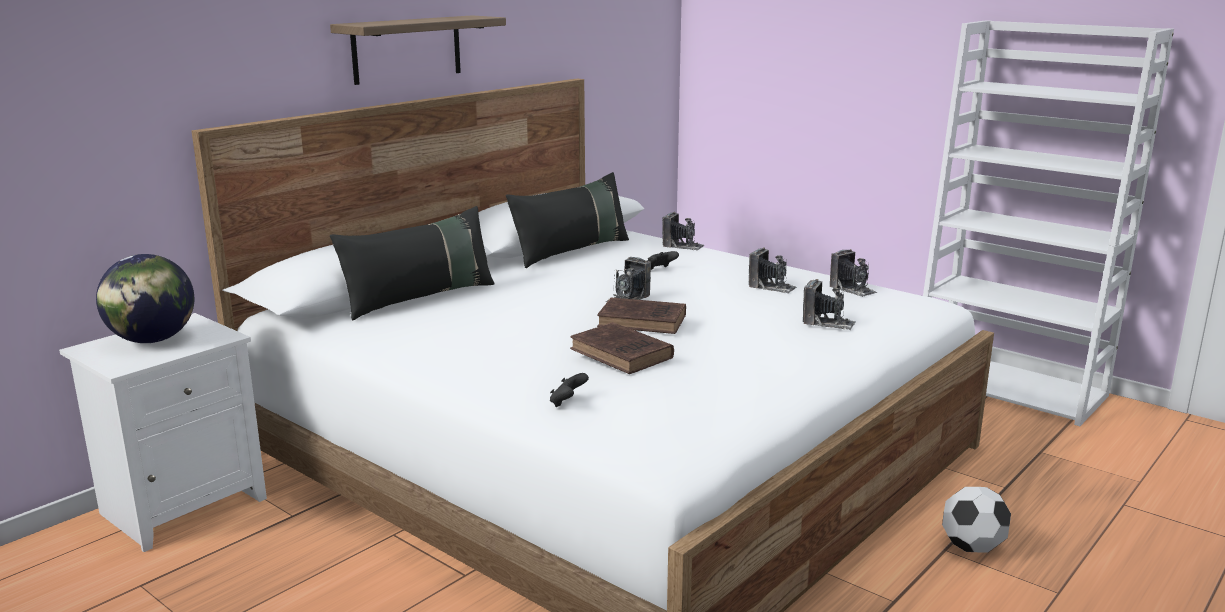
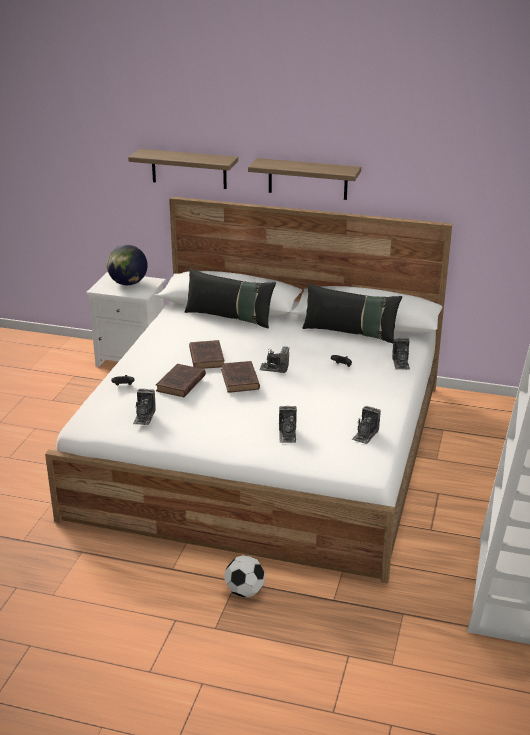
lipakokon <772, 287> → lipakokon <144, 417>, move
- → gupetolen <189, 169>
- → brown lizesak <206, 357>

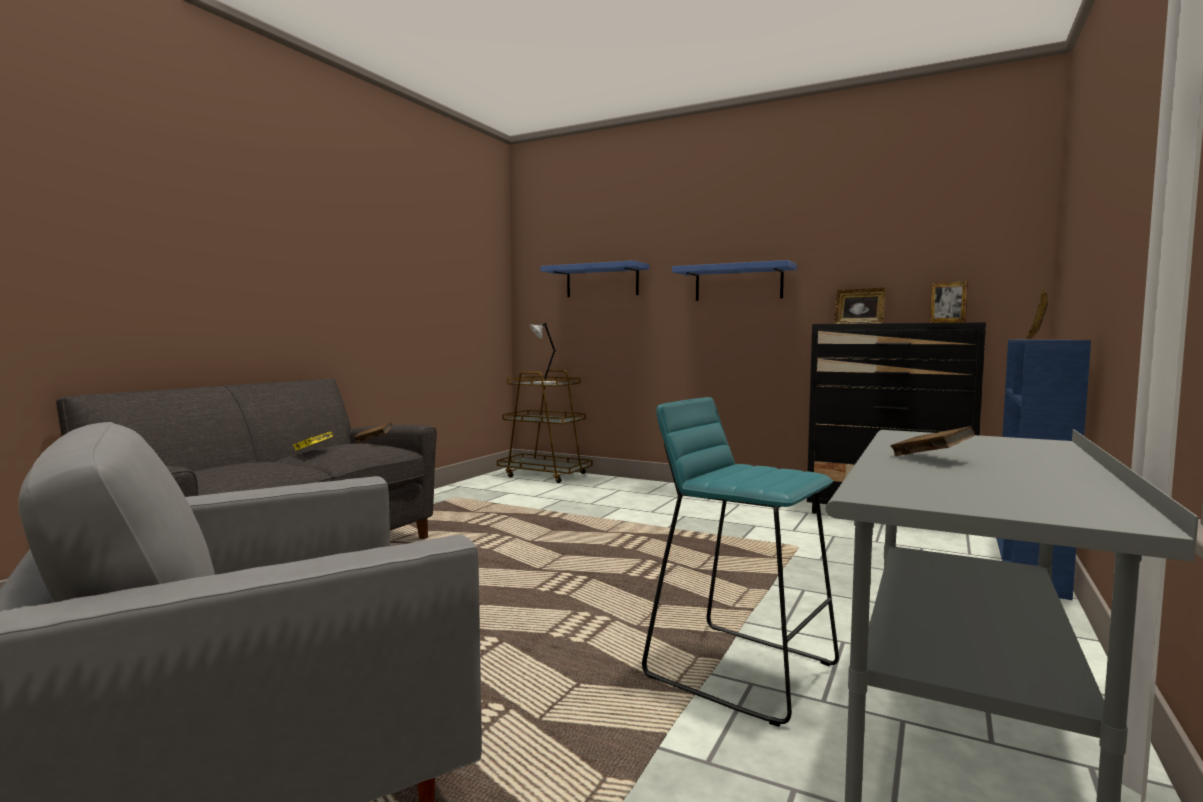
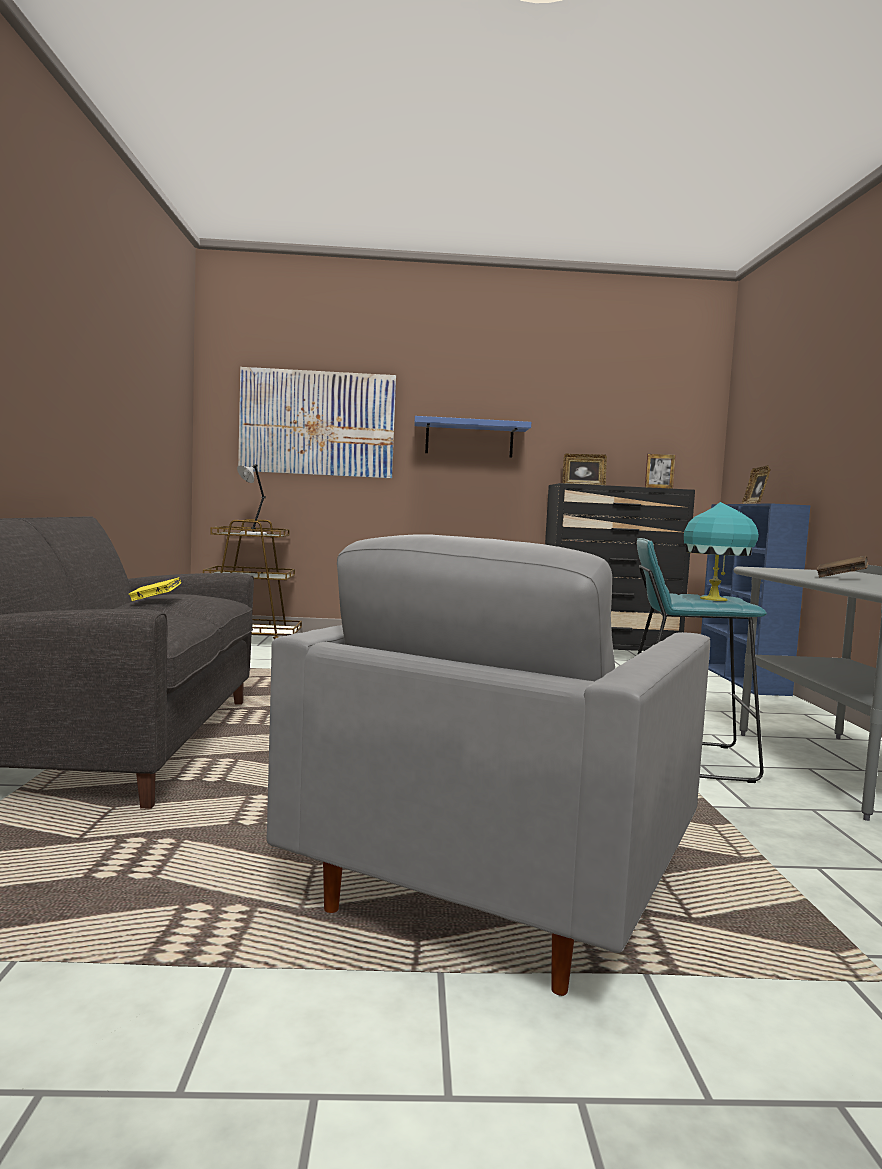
blue gupetolen <602, 281> → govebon <317, 423>
brown lizesak <373, 441> → -
- → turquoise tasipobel <715, 599>

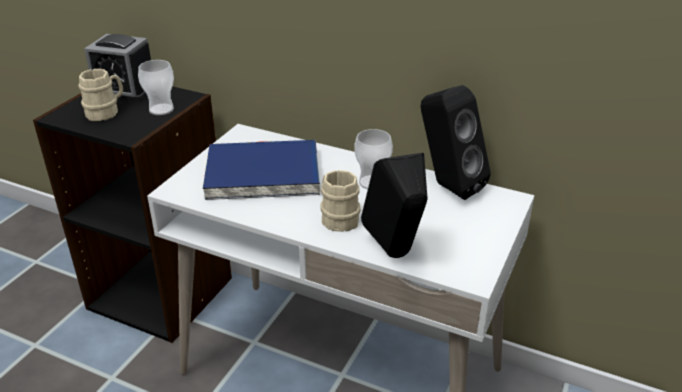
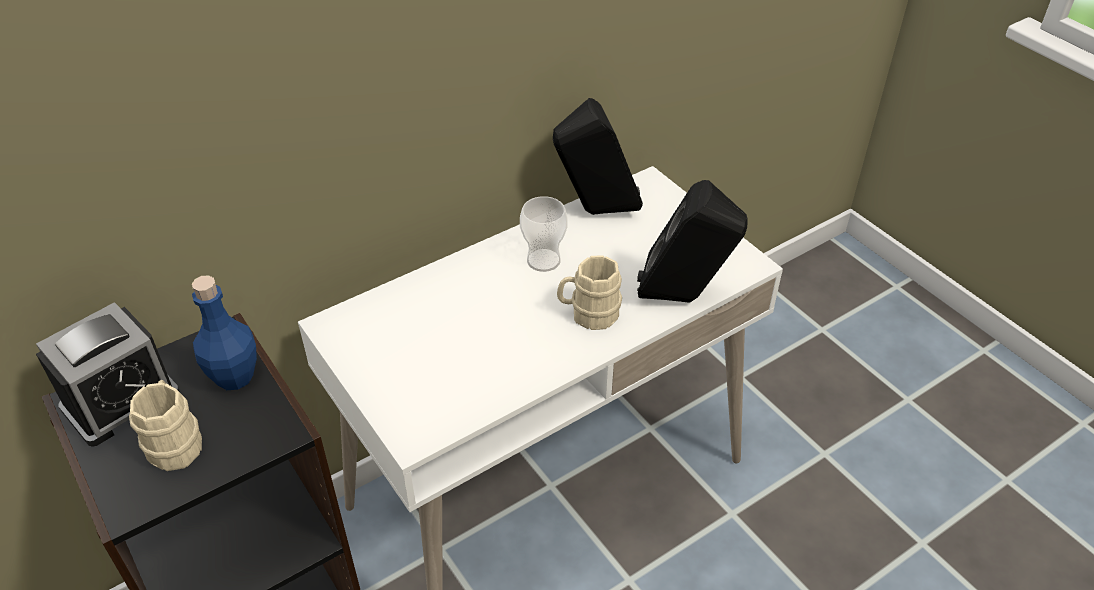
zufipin <161, 109> → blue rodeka <234, 376>
blue lizesak <263, 174> → -

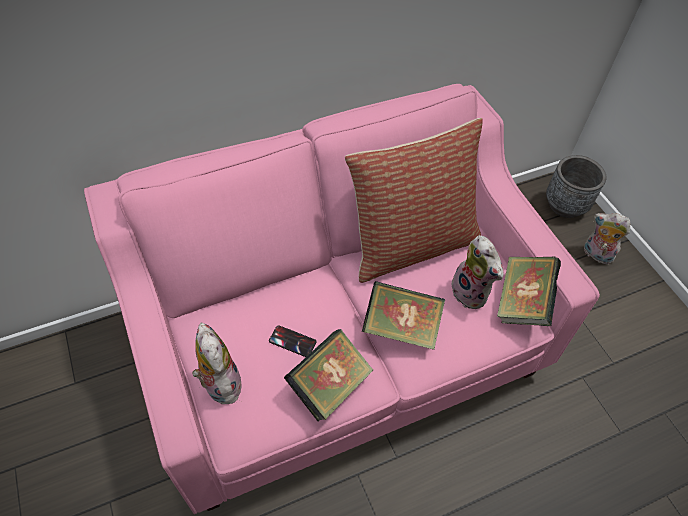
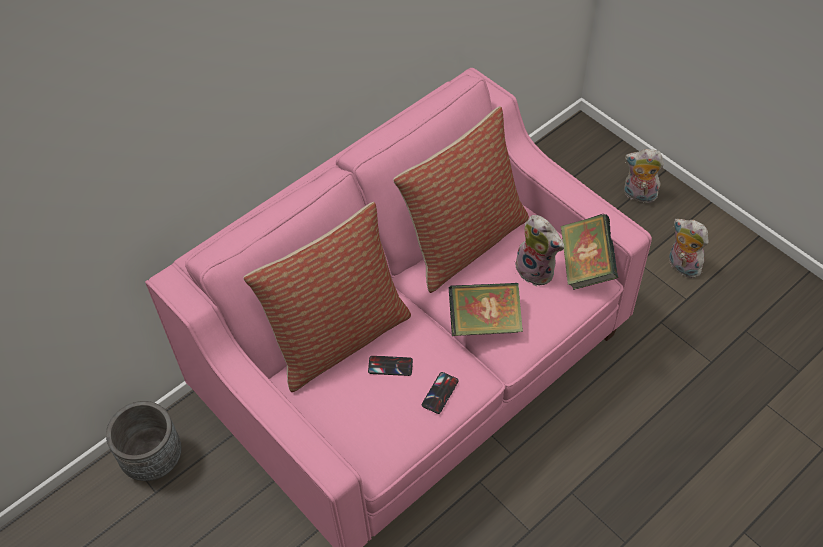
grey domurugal <565, 205> → grey domurugal <154, 459>, move
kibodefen <219, 383> → kibodefen <681, 266>, move
lizesak <329, 385> → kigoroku <440, 393>
- → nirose <338, 336>

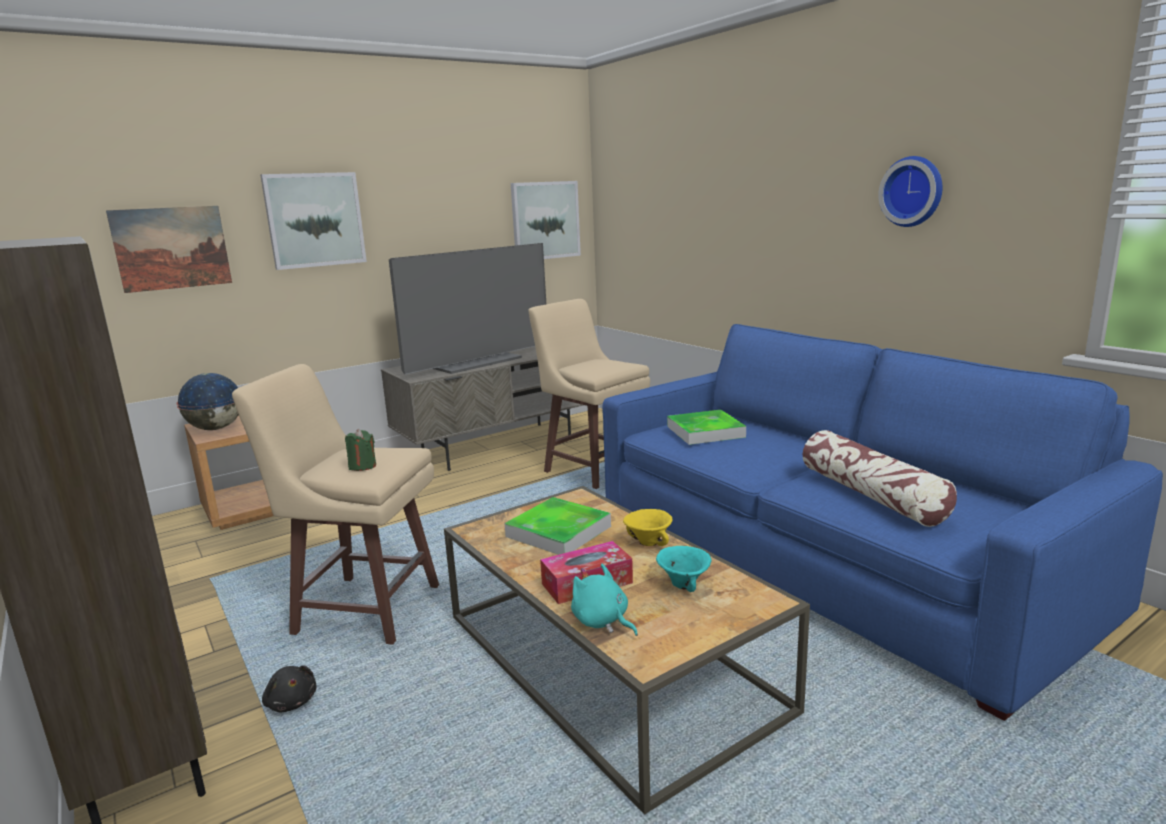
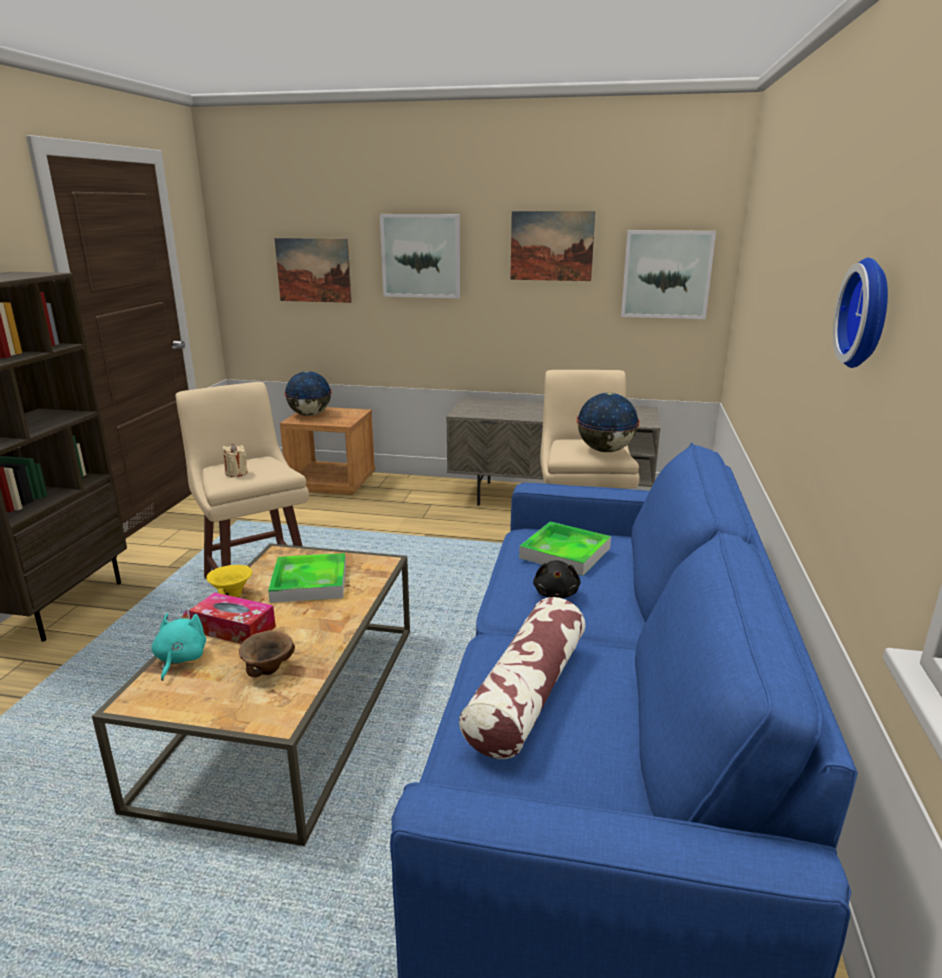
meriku <476, 362> → -
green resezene <362, 466> → beige resezene <236, 473>
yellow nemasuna <649, 543> → yellow nemasuna <232, 596>, move
turquoise nemasuna <682, 585> → brown nemasuna <269, 669>
black kibodefen <291, 702> → black kibodefen <556, 593>, move
- → govebon <551, 246>
- → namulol <605, 450>

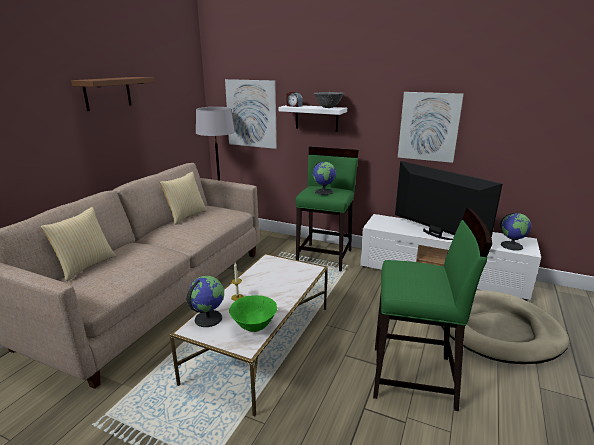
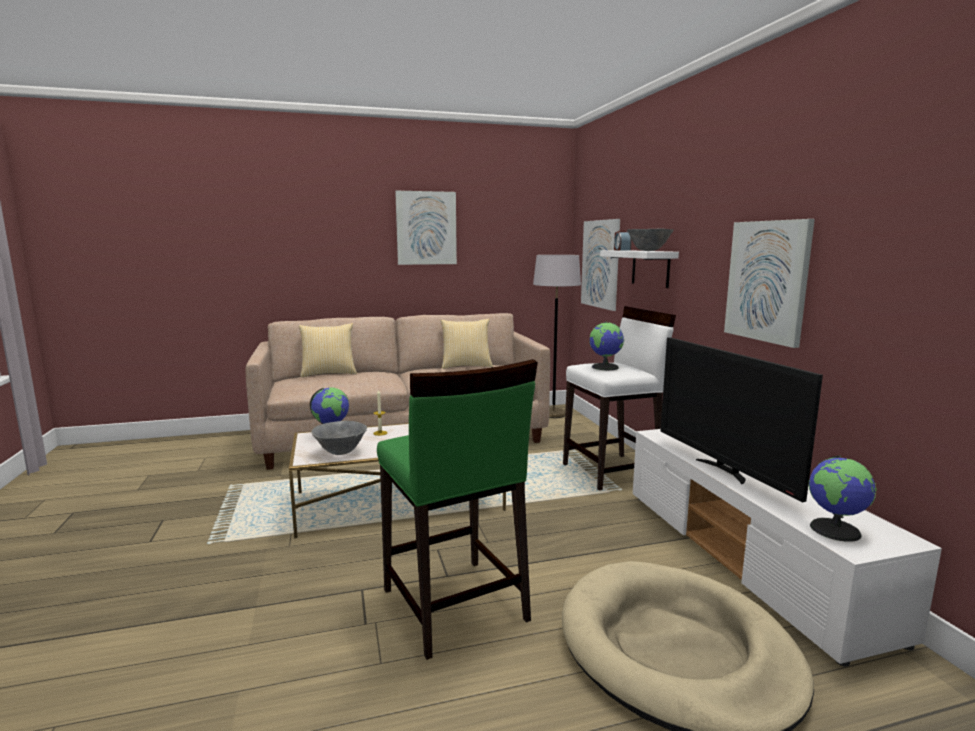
brown gupetolen <107, 93> → govebon <426, 228>
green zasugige <325, 257> → white zasugige <613, 472>
meriku <436, 235> → meriku <724, 470>, 150 degrees clockwise
green nemasuna <254, 327> → grey nemasuna <341, 452>

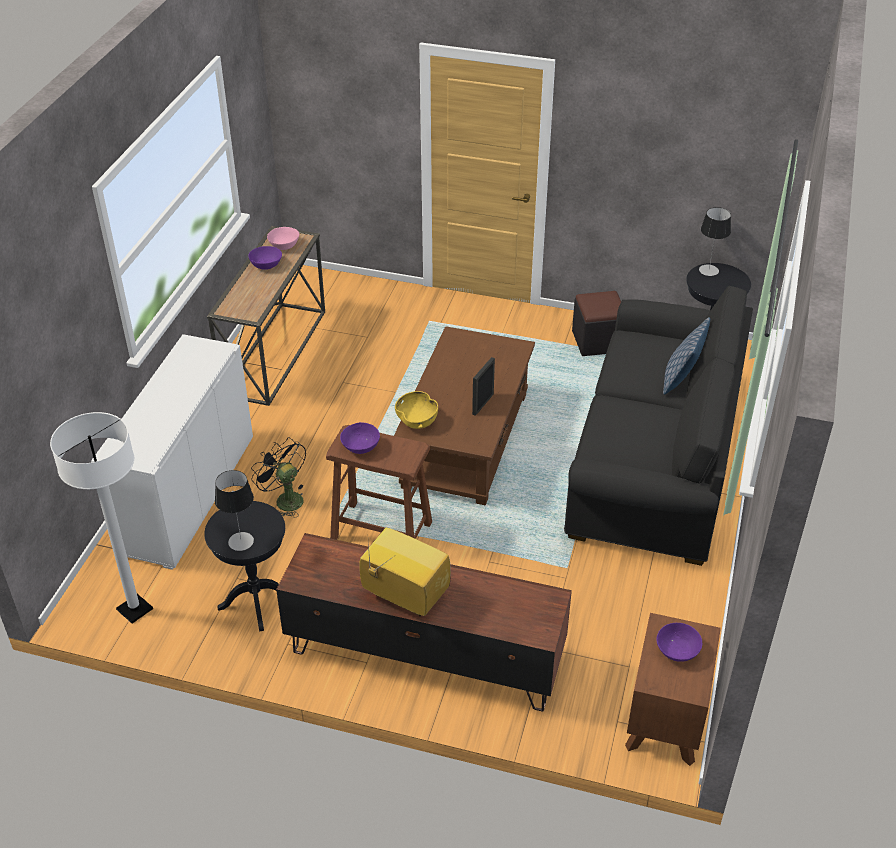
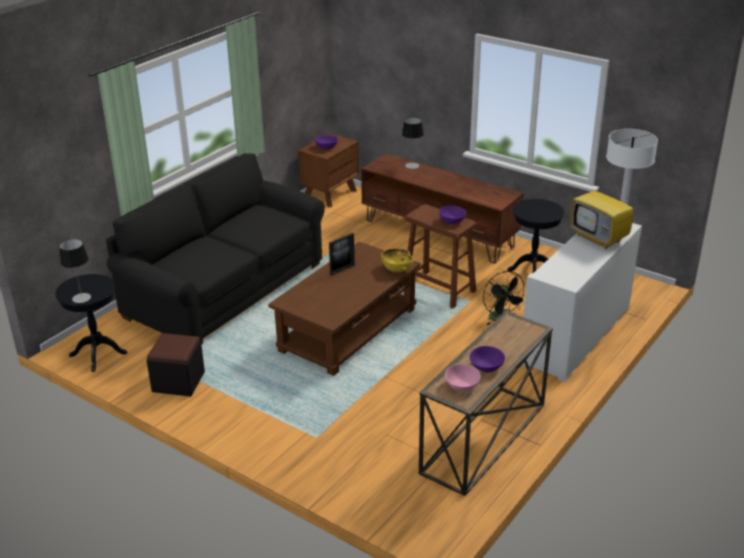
nirose <681, 378> → -
tasipobel <241, 541> → tasipobel <412, 166>, move
meriku <403, 596> → meriku <600, 238>, move

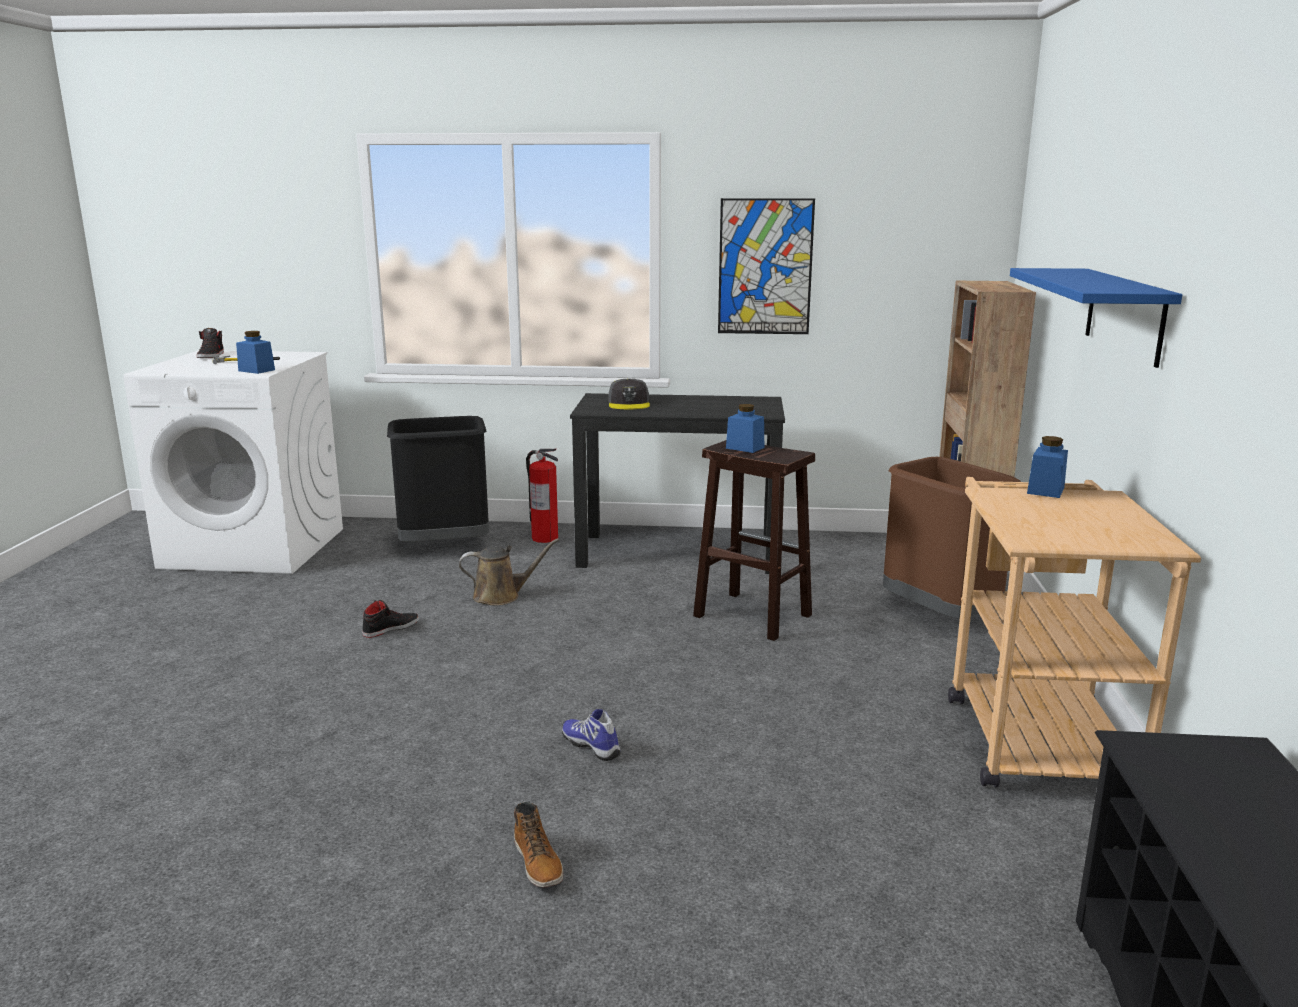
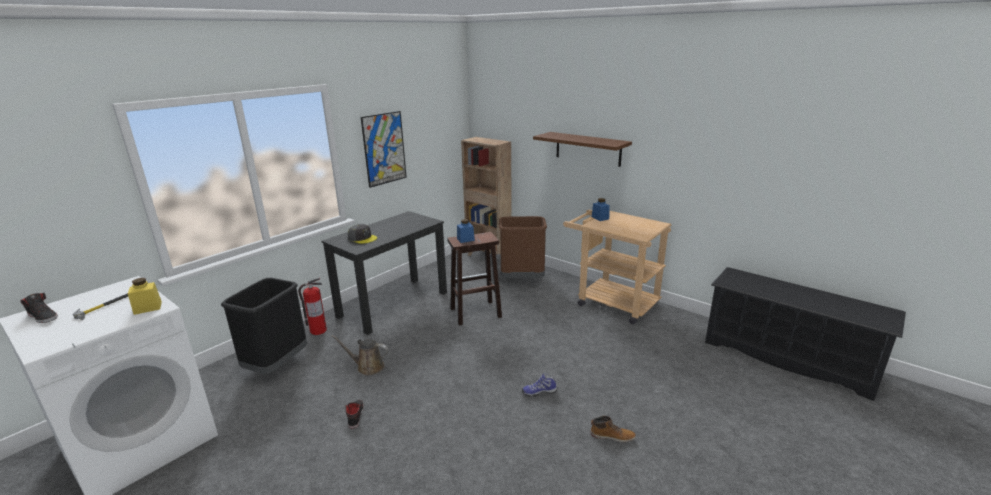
blue gupetolen <1124, 315> → brown gupetolen <588, 149>
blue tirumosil <256, 370> → yellow tirumosil <148, 308>
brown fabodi <501, 596> → brown fabodi <368, 367>, 105 degrees counterclockwise

